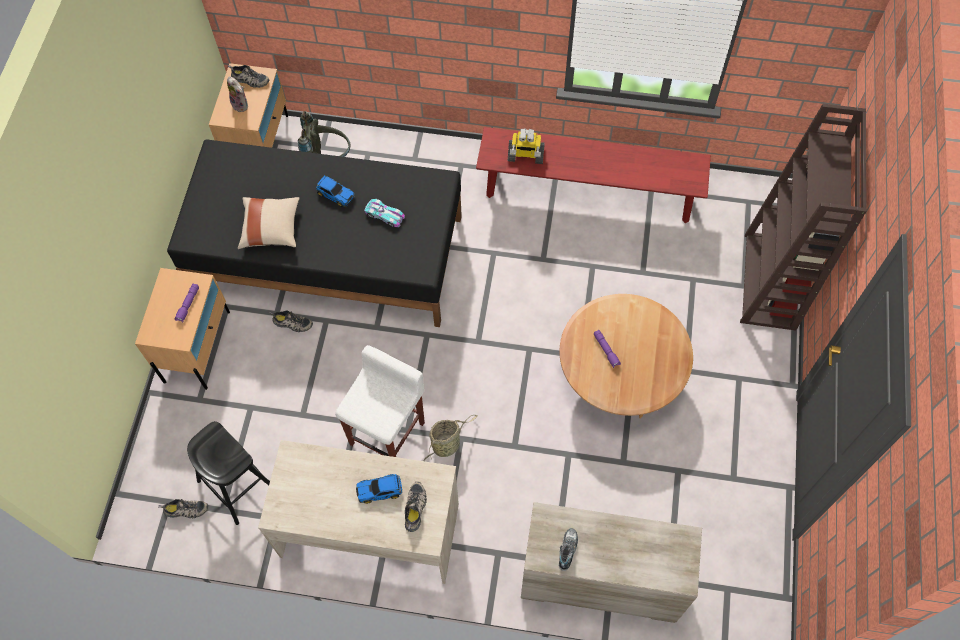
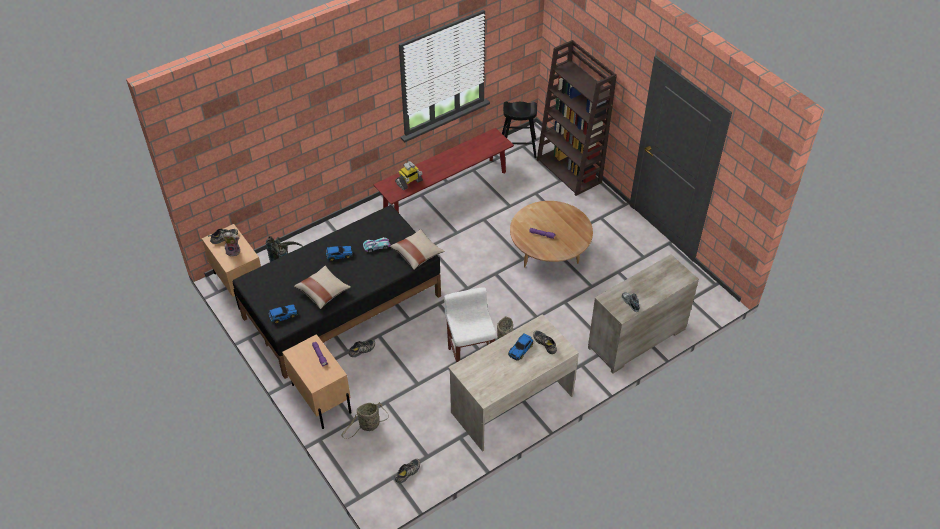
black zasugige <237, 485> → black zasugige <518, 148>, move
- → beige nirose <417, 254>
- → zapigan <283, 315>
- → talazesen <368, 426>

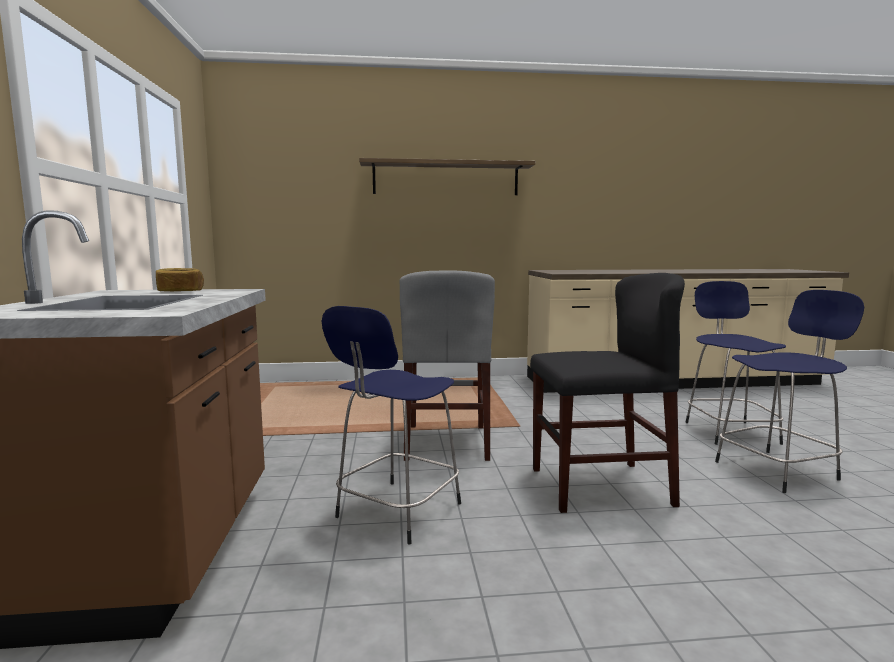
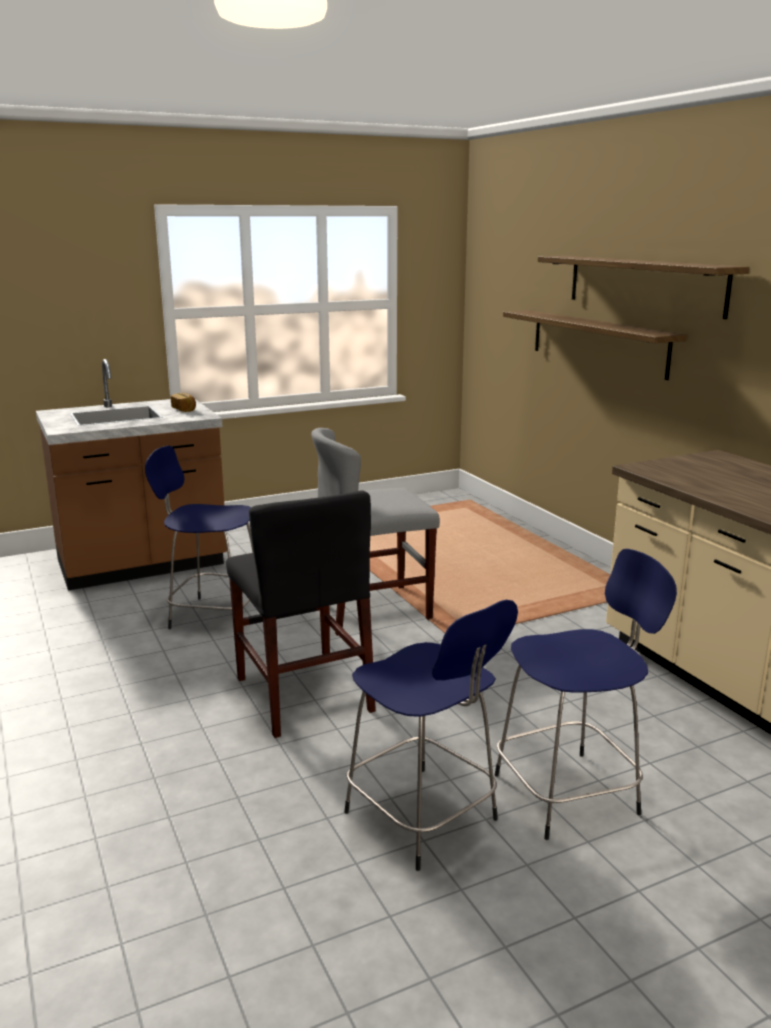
- → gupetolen <597, 342>

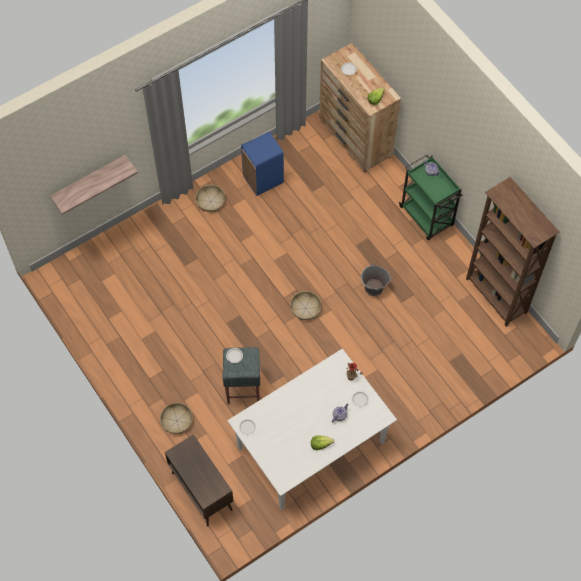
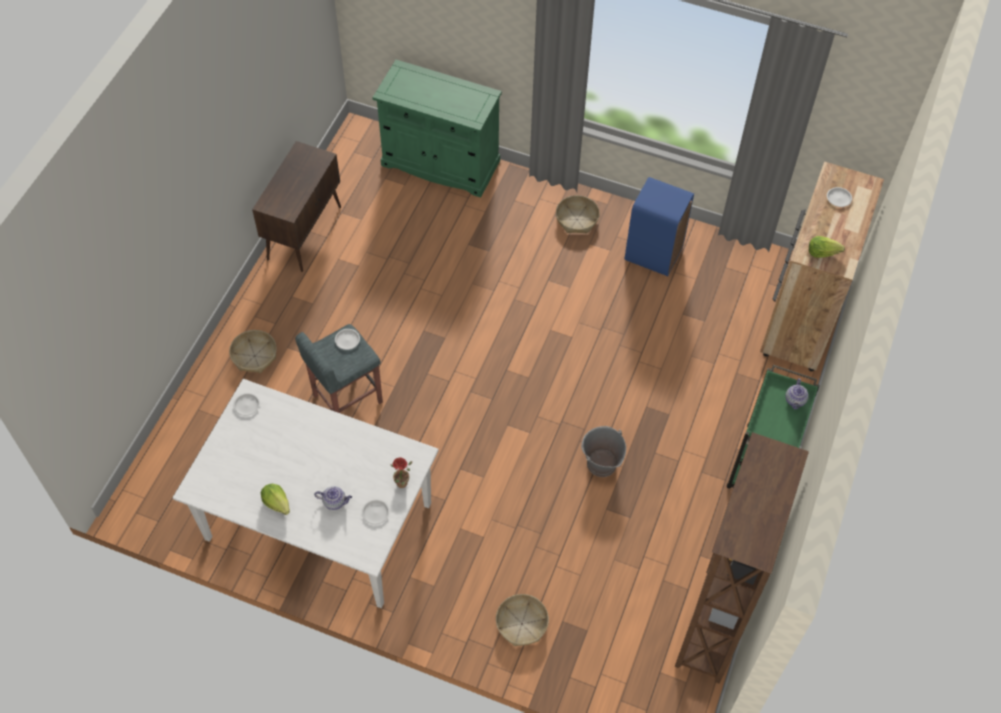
gupetolen <89, 180> → -
talazesen <305, 308> → talazesen <521, 624>, move
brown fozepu <201, 491> → brown fozepu <305, 232>, move
- → green fozepu <440, 163>

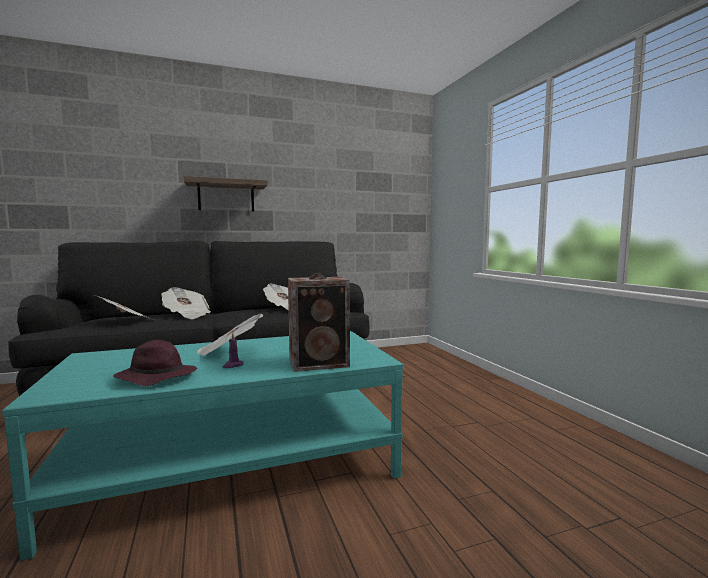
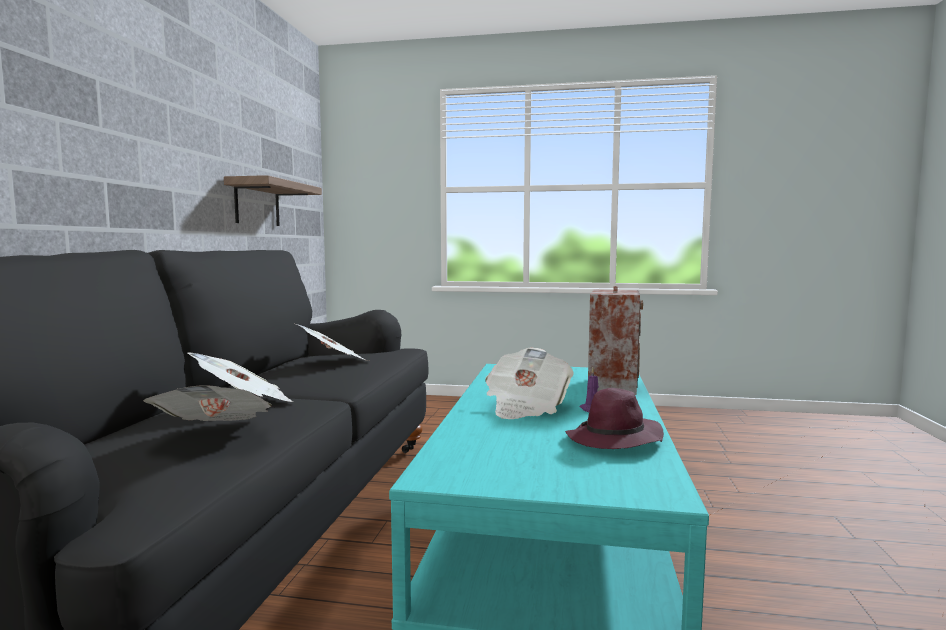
gupetolen <226, 196> → gupetolen <257, 203>, move

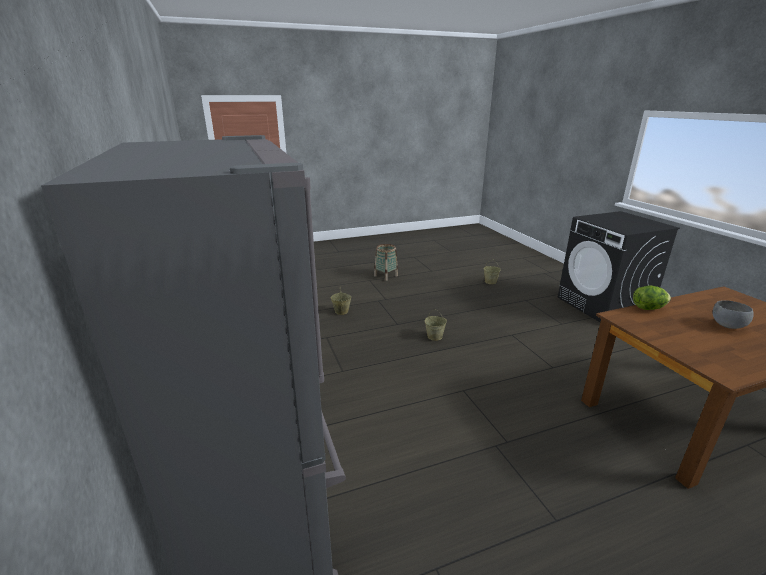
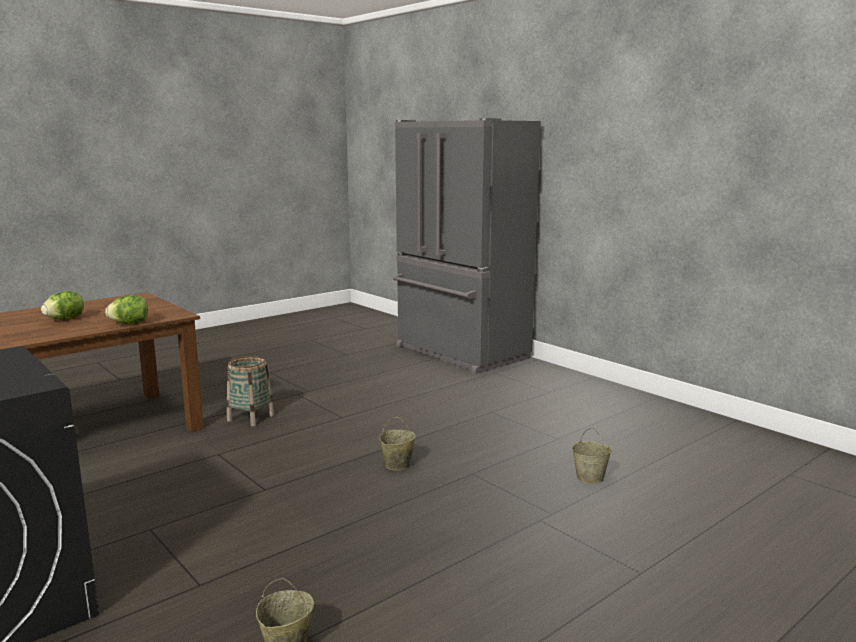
talazesen <386, 276> → talazesen <250, 418>, move
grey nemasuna <726, 325> → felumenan <65, 319>

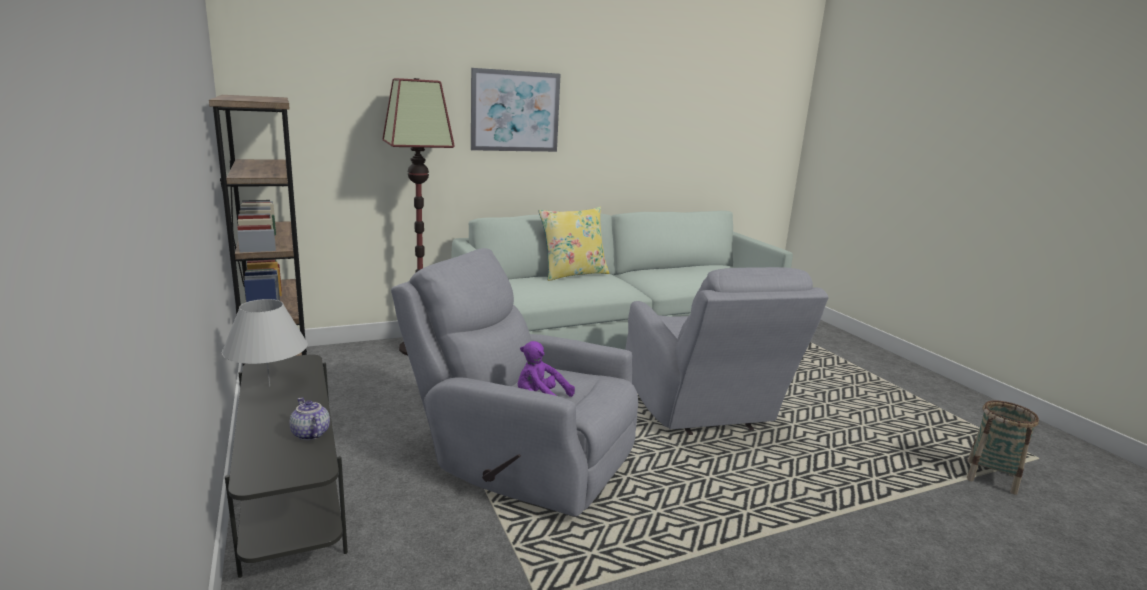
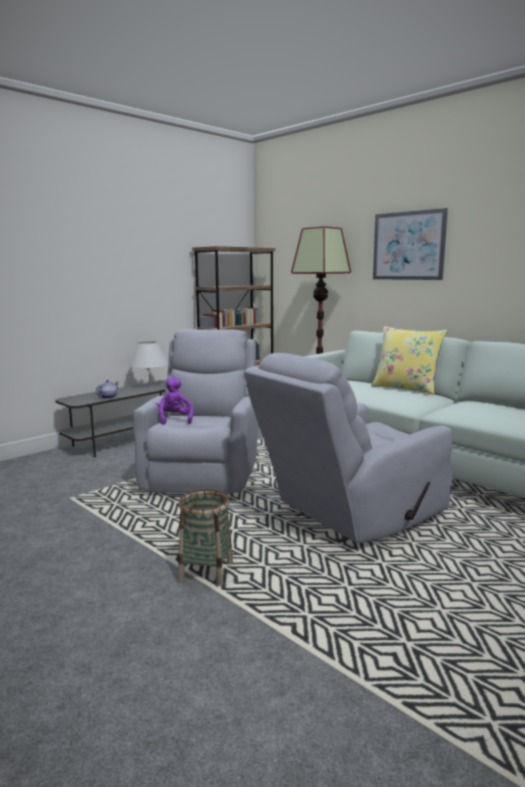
talazesen <991, 477> → talazesen <206, 572>, move

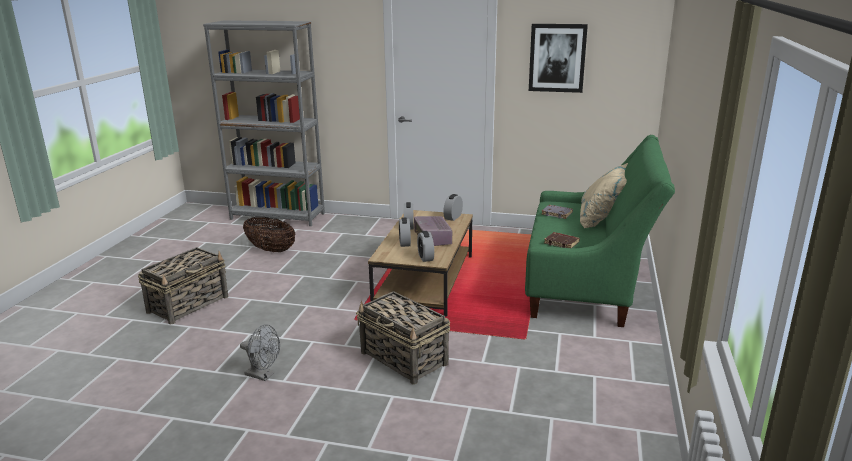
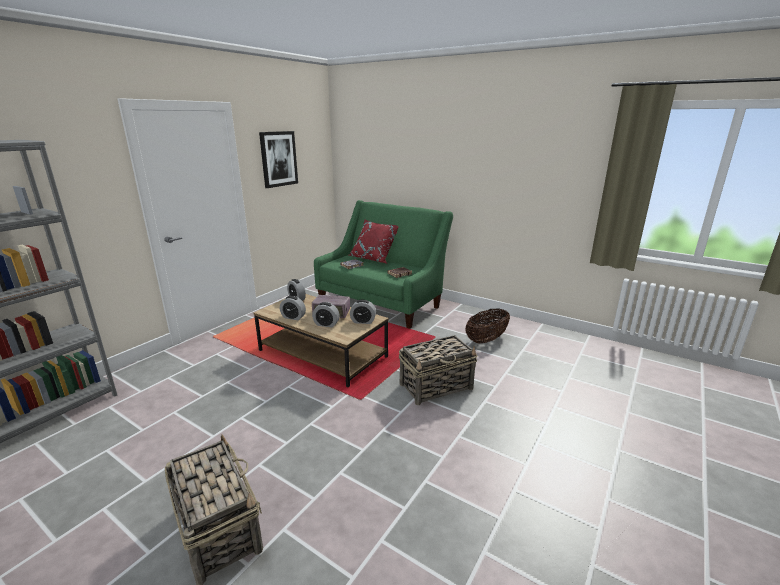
beige nirose <602, 220> → red nirose <374, 258>
talazesen <271, 250> → talazesen <486, 339>, move
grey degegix <263, 375> → -

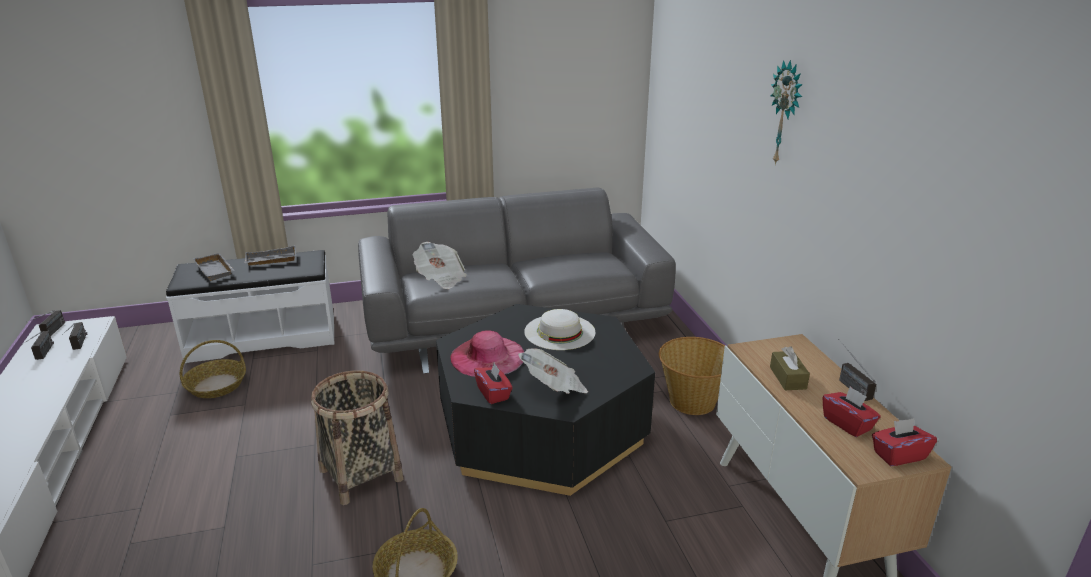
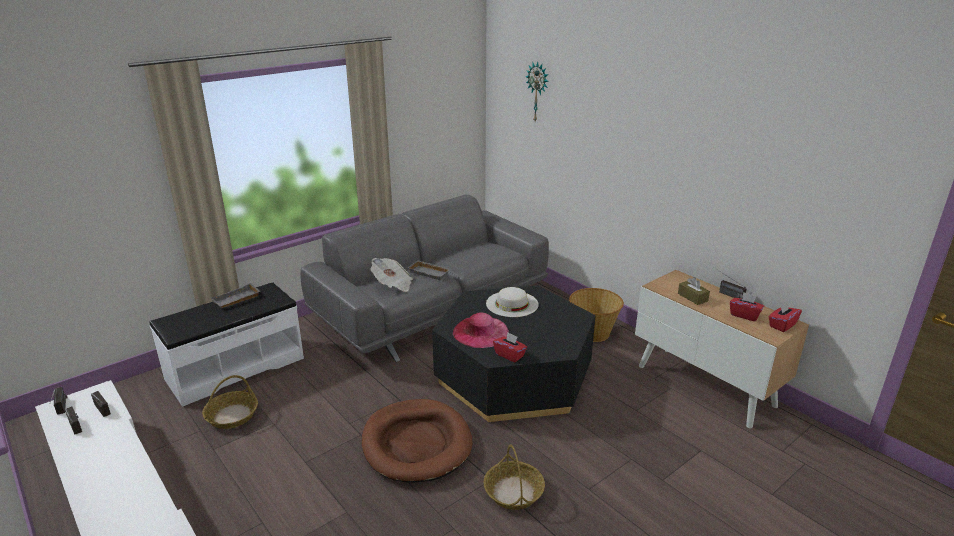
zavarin <786, 113> → zavarin <538, 92>, move
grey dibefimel <216, 270> → grey dibefimel <430, 272>, move
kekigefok <554, 387> → -
talazesen <361, 474> → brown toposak <416, 444>

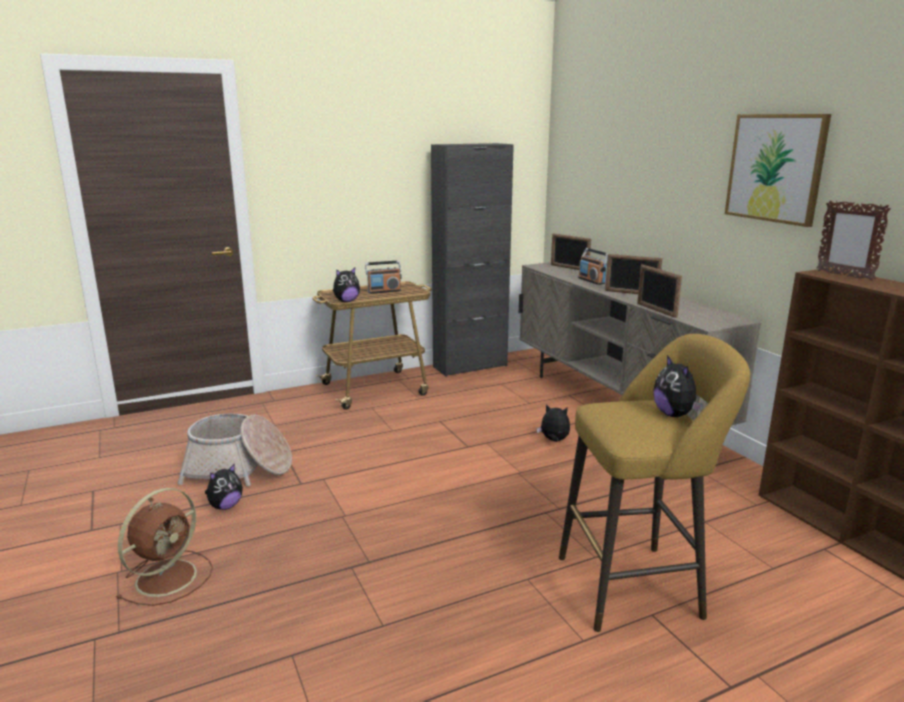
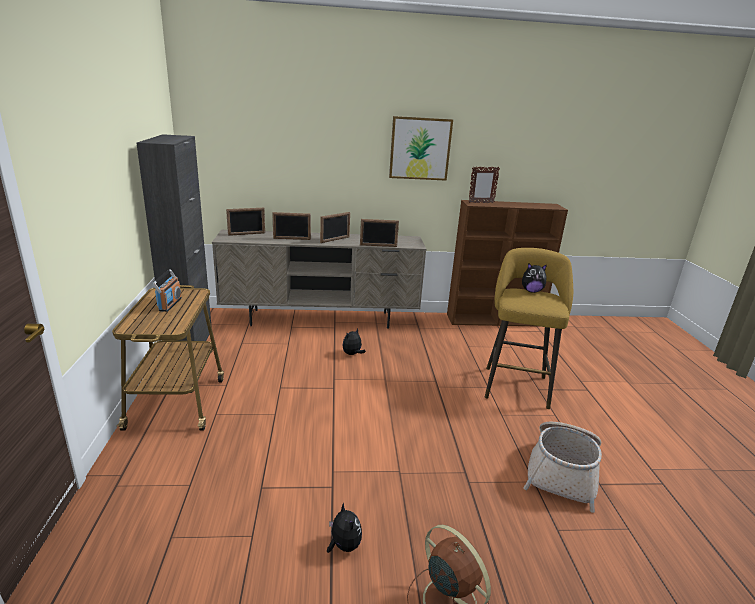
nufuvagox <591, 281> → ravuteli <292, 239>
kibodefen <346, 301> → -
talazesen <239, 469> → talazesen <562, 472>, move

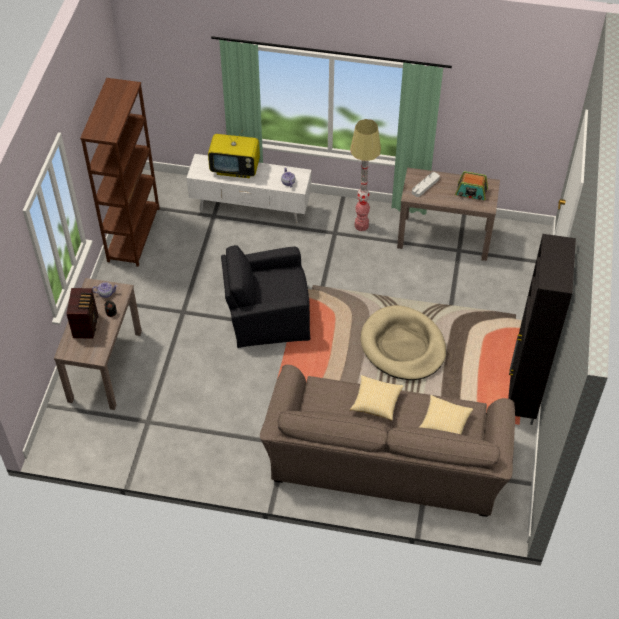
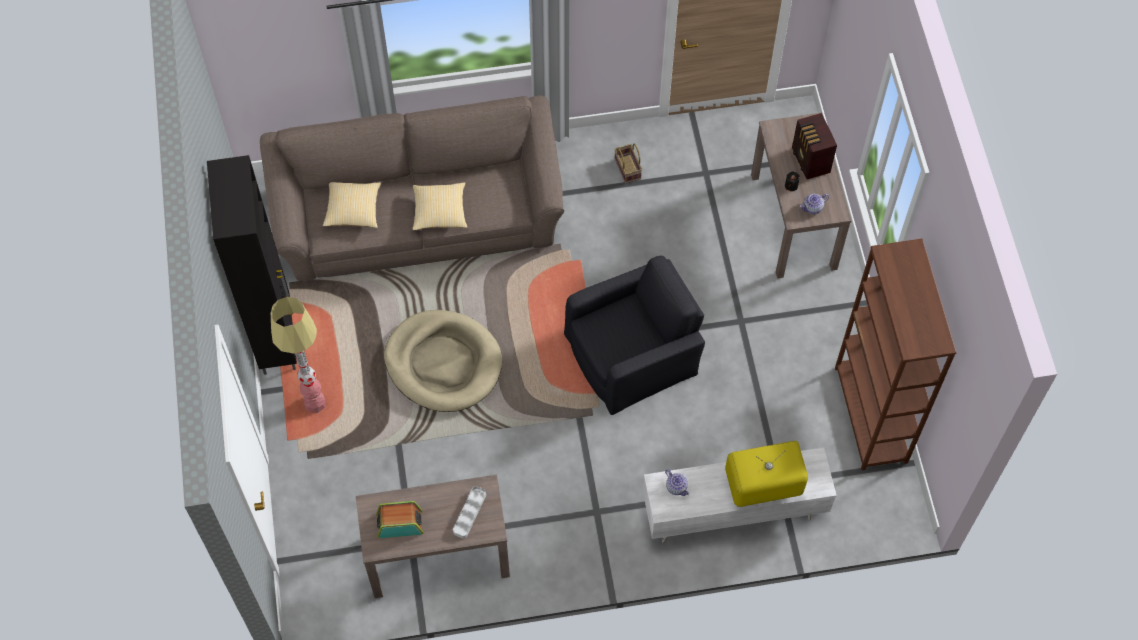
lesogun <361, 225> → lesogun <315, 403>, move
- → talazesen <626, 168>

